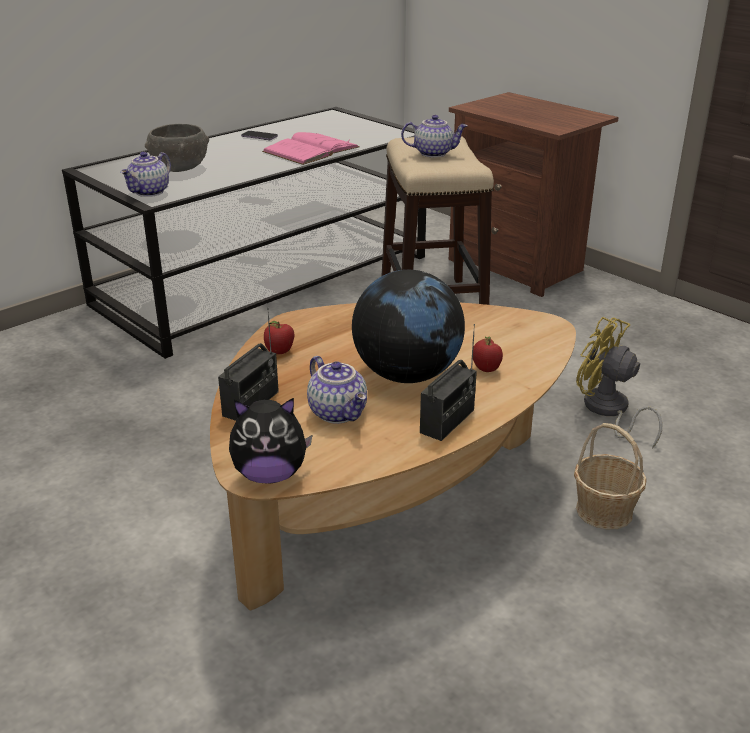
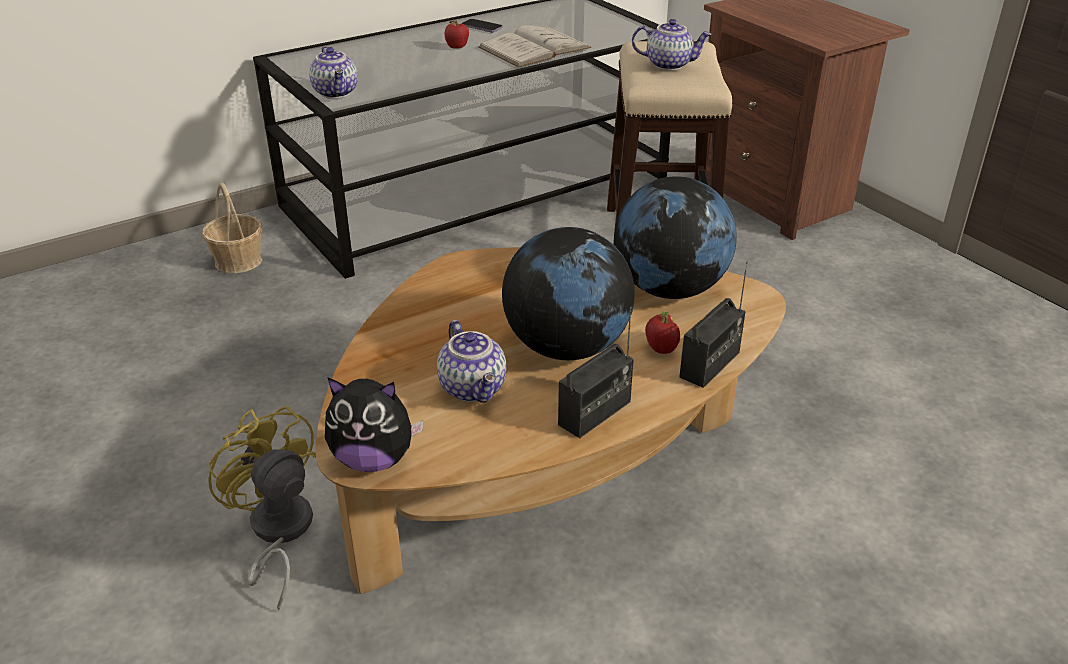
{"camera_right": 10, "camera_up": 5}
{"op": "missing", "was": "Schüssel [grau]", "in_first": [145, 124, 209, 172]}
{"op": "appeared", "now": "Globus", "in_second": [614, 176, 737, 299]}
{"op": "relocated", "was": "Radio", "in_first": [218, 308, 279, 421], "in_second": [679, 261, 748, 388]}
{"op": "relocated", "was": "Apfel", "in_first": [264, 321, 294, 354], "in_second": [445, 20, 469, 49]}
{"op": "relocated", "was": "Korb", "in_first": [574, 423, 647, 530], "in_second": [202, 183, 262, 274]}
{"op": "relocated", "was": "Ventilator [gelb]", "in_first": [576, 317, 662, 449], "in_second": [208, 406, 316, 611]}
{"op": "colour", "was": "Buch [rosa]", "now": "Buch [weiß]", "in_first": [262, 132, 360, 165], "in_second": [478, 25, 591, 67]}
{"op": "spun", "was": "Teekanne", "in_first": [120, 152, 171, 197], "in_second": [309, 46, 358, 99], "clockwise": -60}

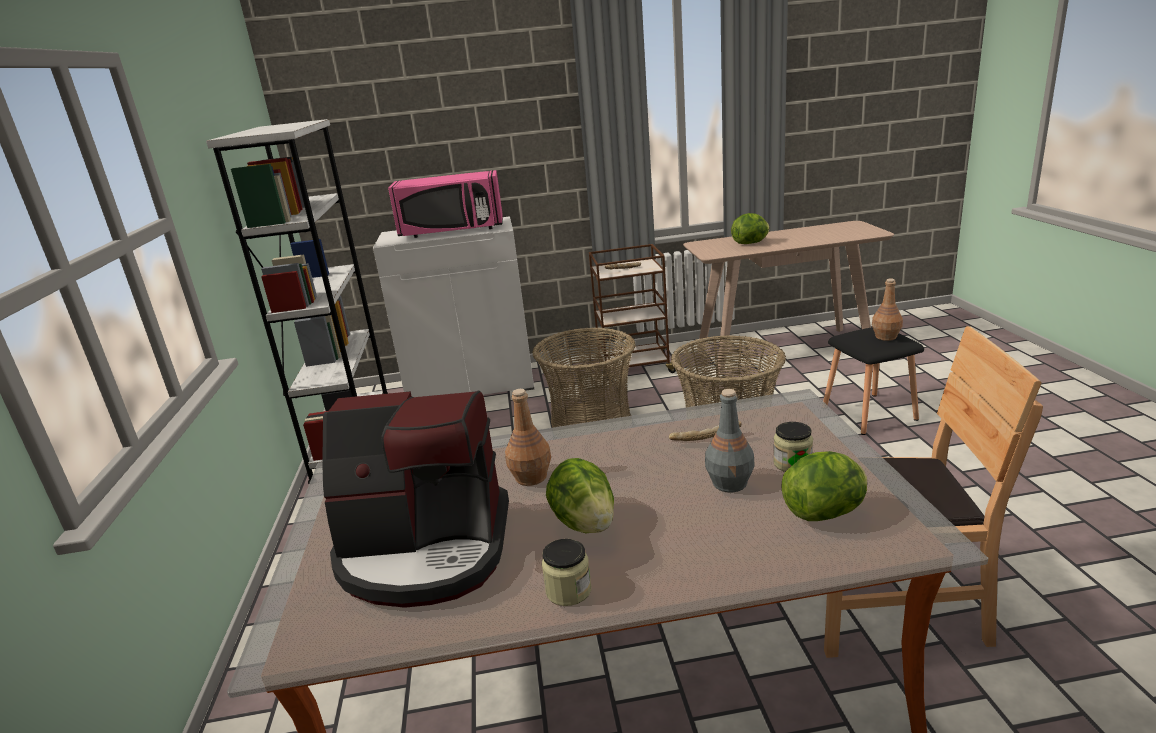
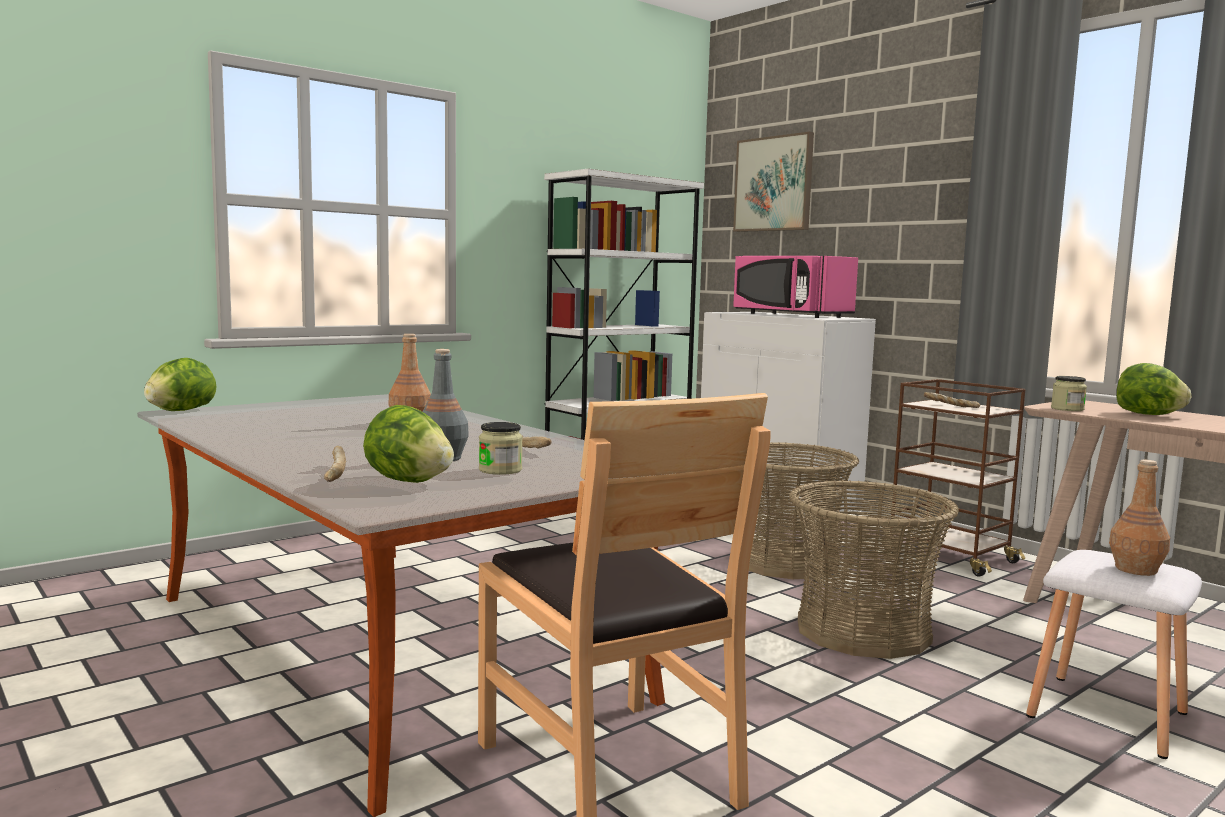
{"camera_right": 55, "camera_up": -15}
{"op": "missing", "was": "Kaffeemaschine", "in_first": [322, 391, 509, 608]}
{"op": "appeared", "now": "Brot", "in_second": [324, 446, 346, 482]}
{"op": "appeared", "now": "Bild", "in_second": [733, 132, 814, 232]}
{"op": "relocated", "was": "Vorratsglas", "in_first": [542, 539, 591, 606], "in_second": [1051, 376, 1087, 411]}
{"op": "relocated", "was": "Salatkopf", "in_first": [546, 458, 614, 534], "in_second": [144, 358, 216, 411]}
{"op": "colour", "was": "Hocker [schwarz]", "now": "Hocker [weiß]", "in_first": [823, 327, 924, 435], "in_second": [1026, 550, 1202, 759]}

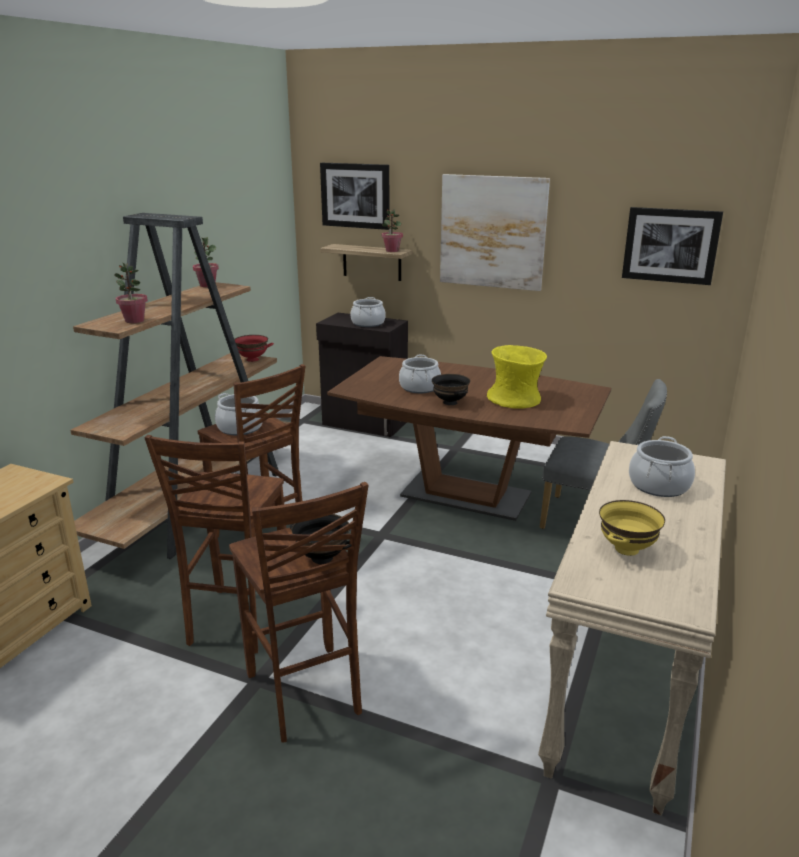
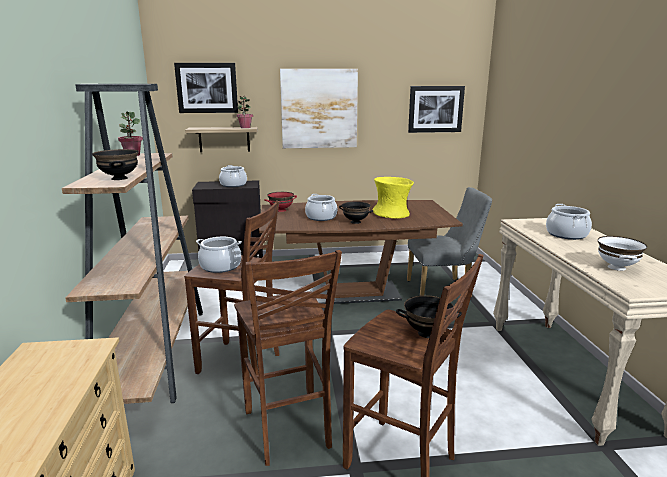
{"camera_right": -30, "camera_up": -5}
{"op": "relocated", "was": "Schüssel [rot]", "in_first": [234, 335, 274, 362], "in_second": [264, 192, 297, 212]}
{"op": "exchanged", "was": "Topfpflanze", "now": "Schüssel [schwarz]", "in_first": [114, 263, 148, 323], "in_second": [92, 149, 139, 180]}
{"op": "colour", "was": "Schüssel [gelb]", "now": "Schüssel [weiß]", "in_first": [599, 500, 665, 556], "in_second": [598, 236, 647, 271]}

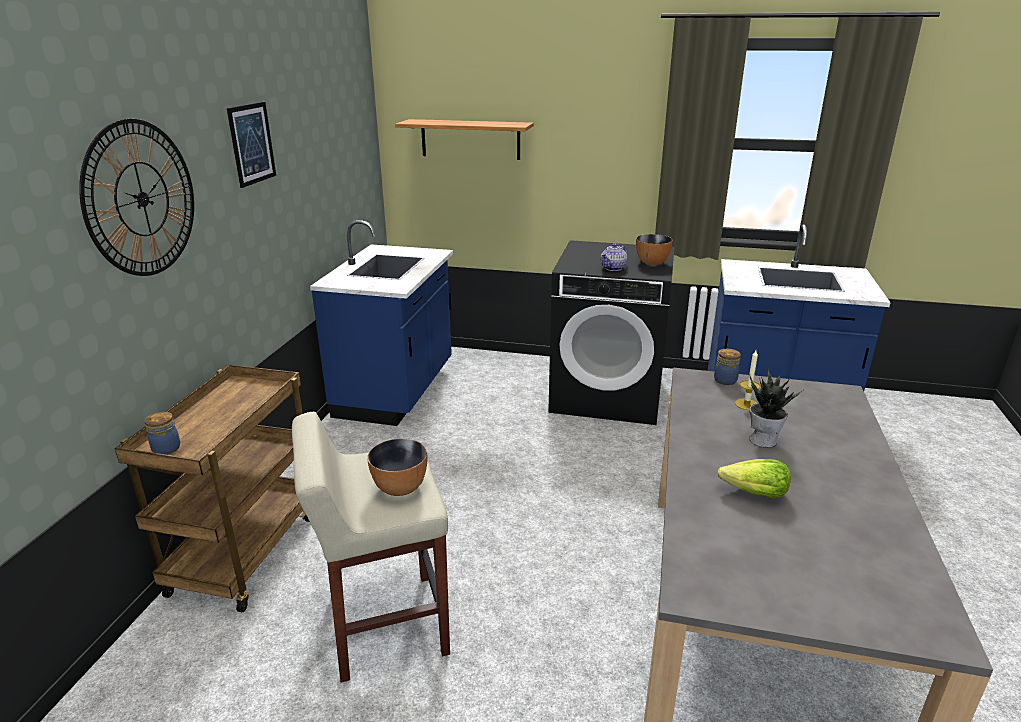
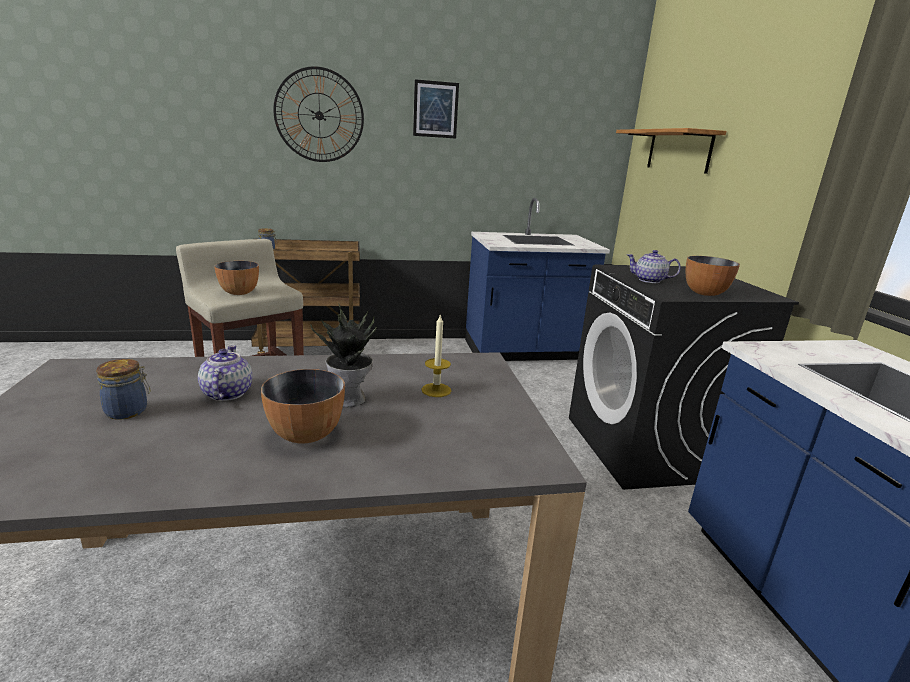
{"camera_right": 65, "camera_up": -5}
{"op": "appeared", "now": "Schüssel", "in_second": [261, 369, 345, 443]}
{"op": "relocated", "was": "Vorratsglas", "in_first": [714, 349, 741, 385], "in_second": [96, 359, 151, 420]}
{"op": "exchanged", "was": "Salatkopf", "now": "Teekanne", "in_first": [717, 459, 791, 498], "in_second": [198, 345, 252, 401]}

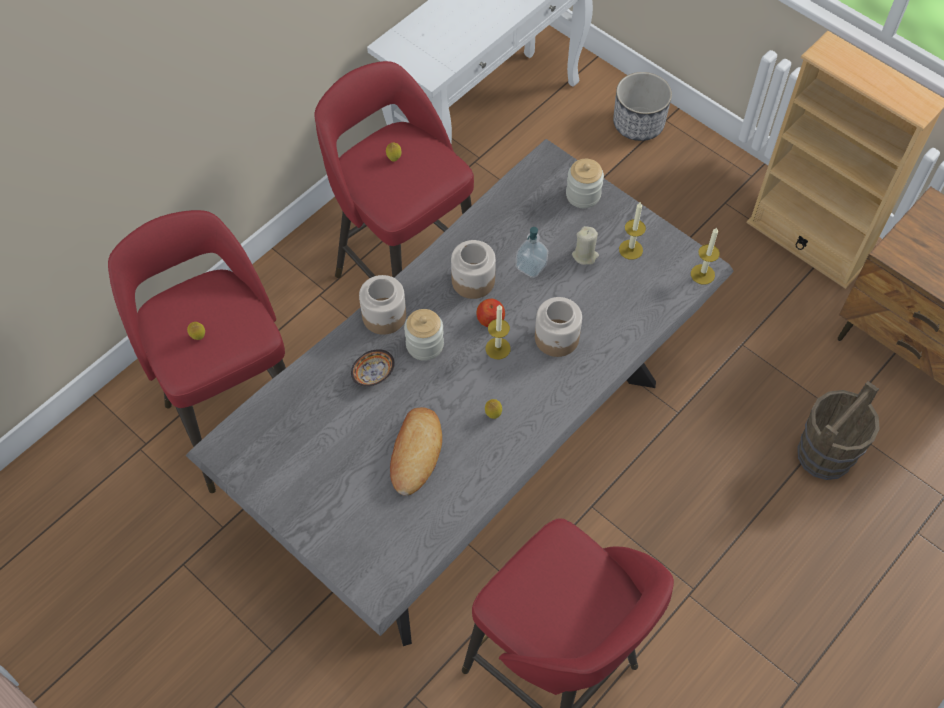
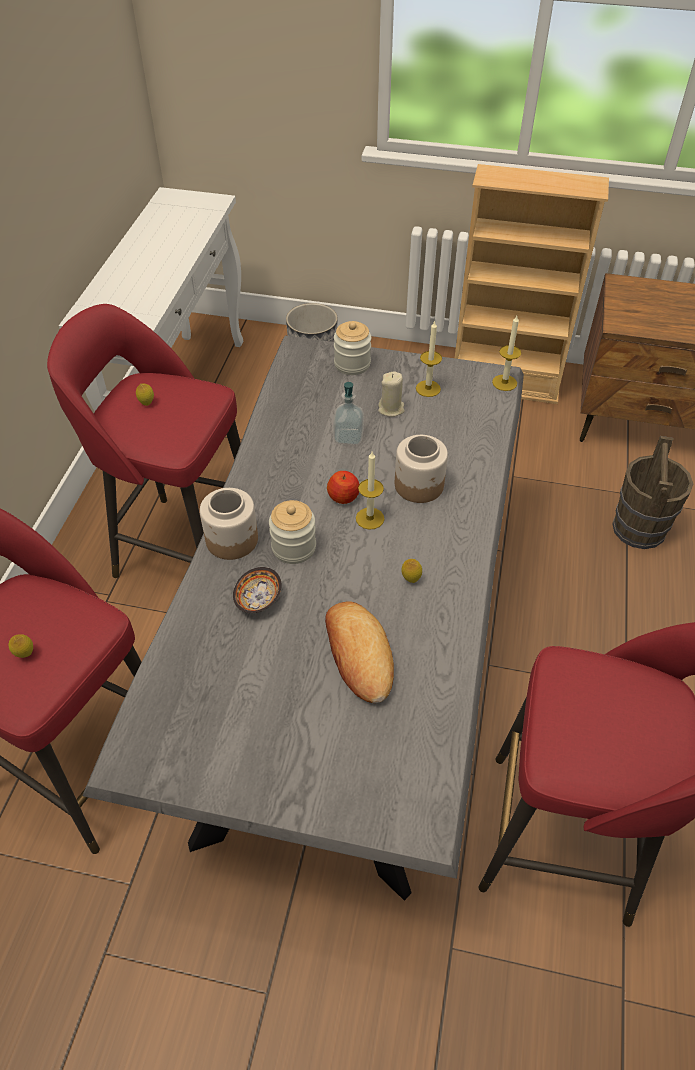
{"camera_right": -30, "camera_up": -10}
{"op": "missing", "was": "Vorratsglas", "in_first": [451, 240, 496, 299]}

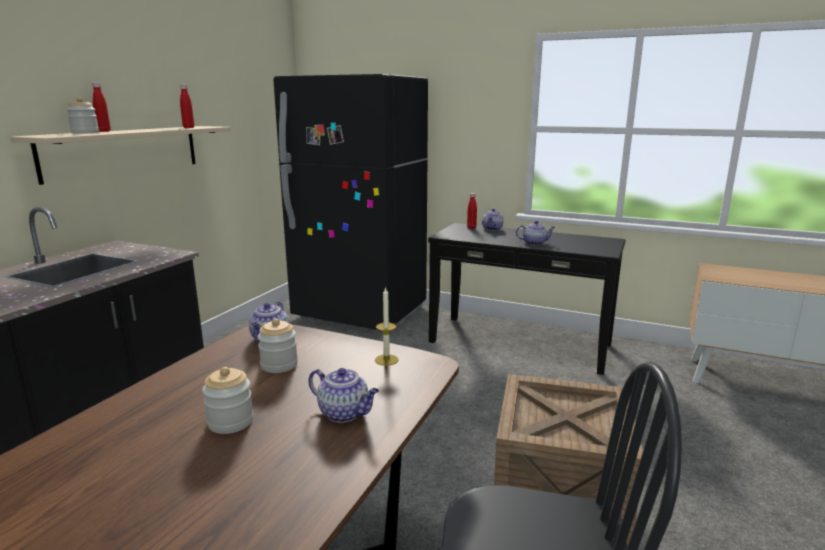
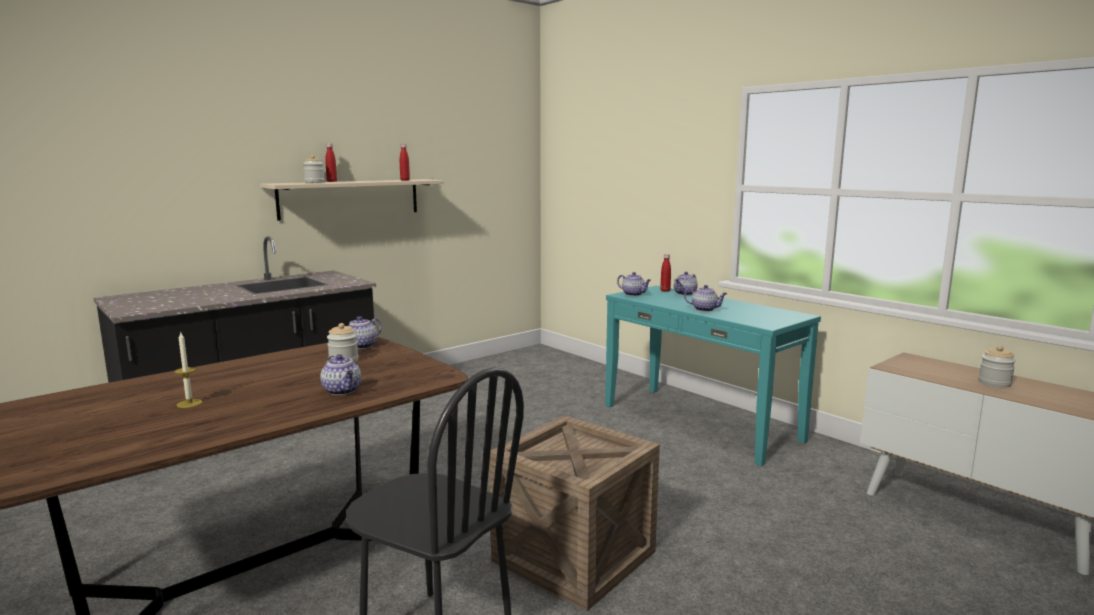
{"camera_right": 25, "camera_up": -5}
{"op": "missing", "was": "Kühlschrank [schwarz]", "in_first": [274, 74, 428, 330]}
{"op": "appeared", "now": "Teekanne", "in_second": [617, 272, 651, 296]}
{"op": "relocated", "was": "Vorratsglas", "in_first": [202, 367, 253, 434], "in_second": [978, 346, 1016, 387]}
{"op": "relocated", "was": "Kerze", "in_first": [375, 287, 399, 366], "in_second": [174, 331, 202, 408]}
{"op": "colour", "was": "Konsolentisch [schwarz]", "now": "Konsolentisch [türkis]", "in_first": [428, 223, 625, 375], "in_second": [605, 286, 821, 466]}

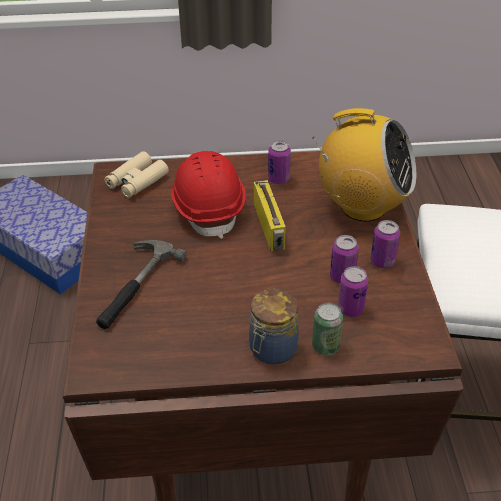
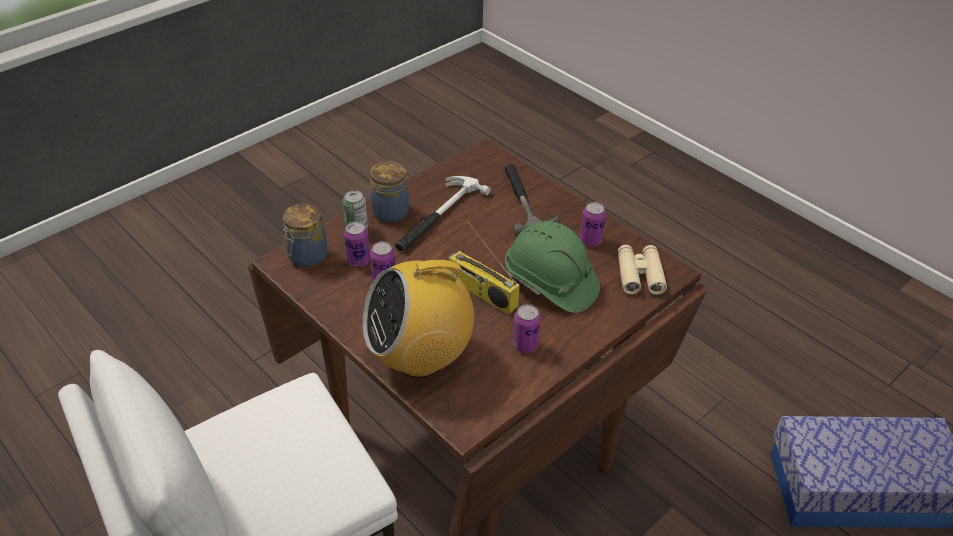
{"camera_right": 140, "camera_up": 0}
{"op": "appeared", "now": "Vorratsglas", "in_second": [283, 203, 328, 268]}
{"op": "appeared", "now": "Hammer", "in_second": [395, 176, 491, 251]}
{"op": "relocated", "was": "Dose", "in_first": [370, 220, 400, 269], "in_second": [580, 202, 606, 246]}
{"op": "colour", "was": "Schutzhelm [rot]", "now": "Schutzhelm [grün]", "in_first": [171, 151, 246, 239], "in_second": [505, 221, 600, 313]}

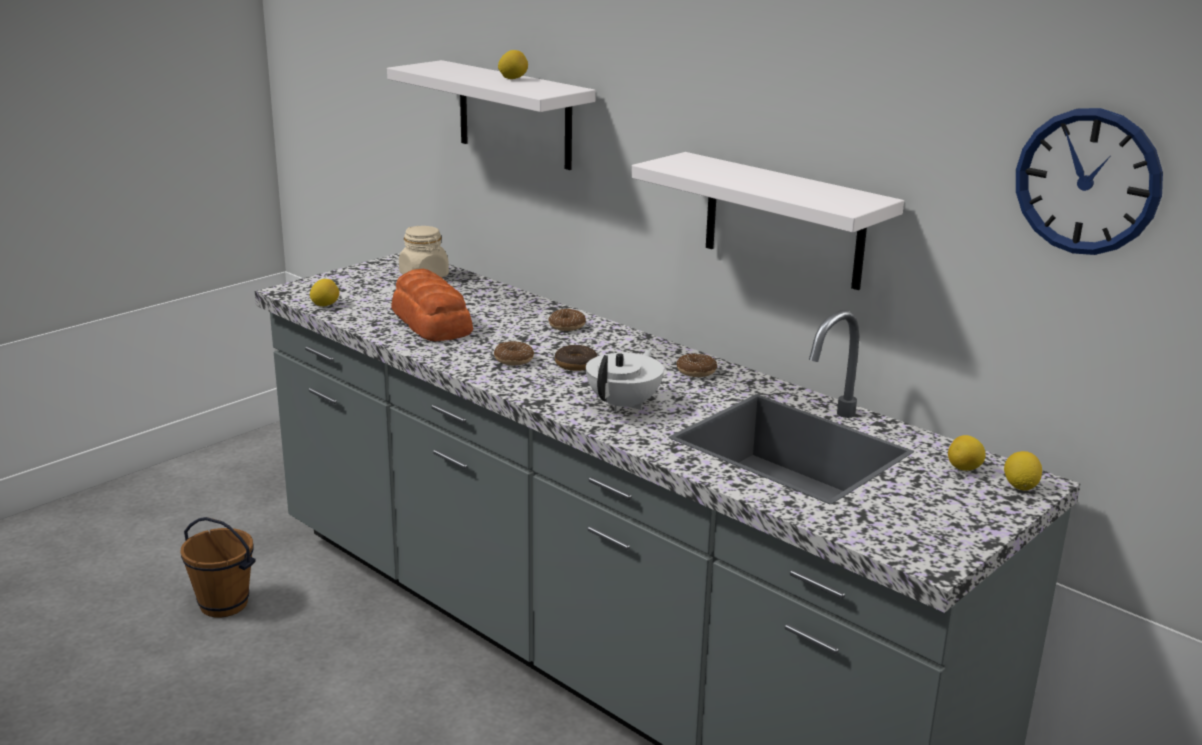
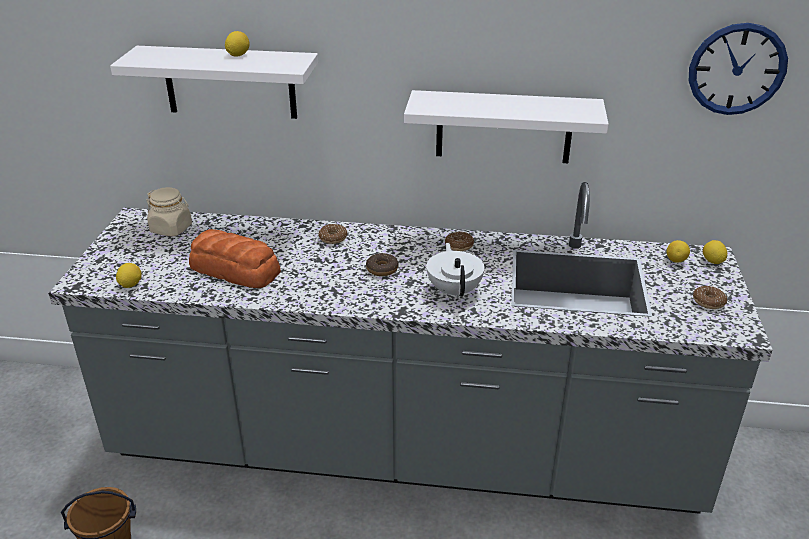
{"camera_right": -35, "camera_up": 10}
{"op": "relocated", "was": "Donut", "in_first": [494, 341, 534, 366], "in_second": [693, 286, 727, 309]}

